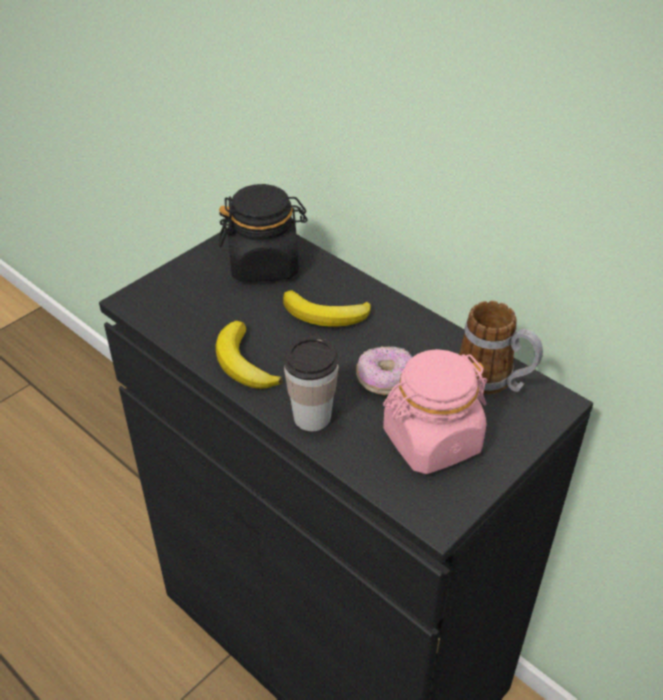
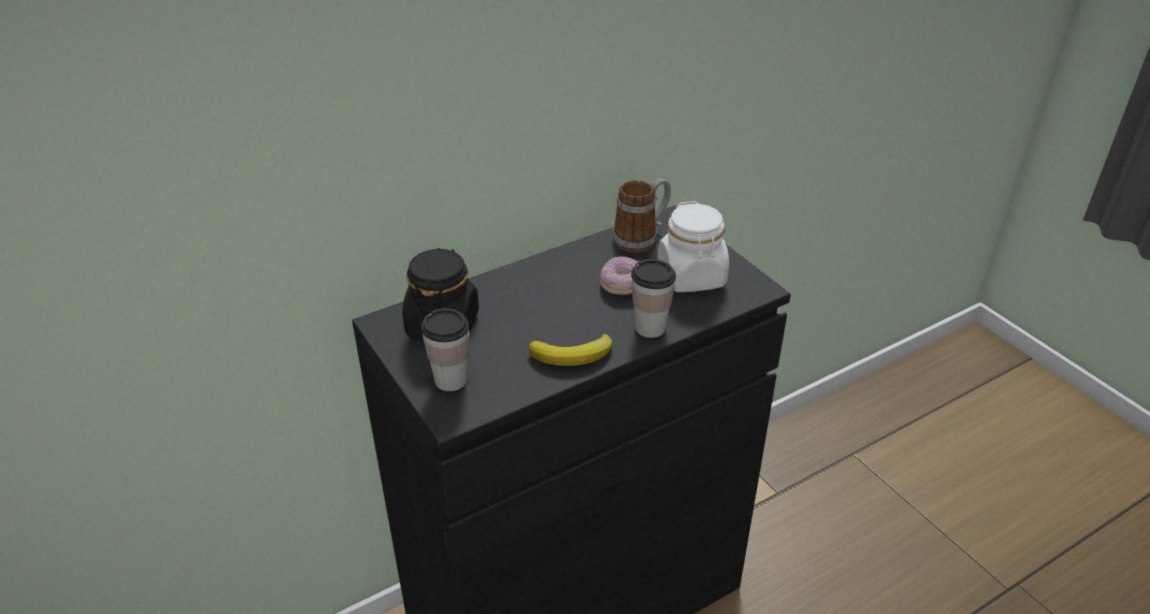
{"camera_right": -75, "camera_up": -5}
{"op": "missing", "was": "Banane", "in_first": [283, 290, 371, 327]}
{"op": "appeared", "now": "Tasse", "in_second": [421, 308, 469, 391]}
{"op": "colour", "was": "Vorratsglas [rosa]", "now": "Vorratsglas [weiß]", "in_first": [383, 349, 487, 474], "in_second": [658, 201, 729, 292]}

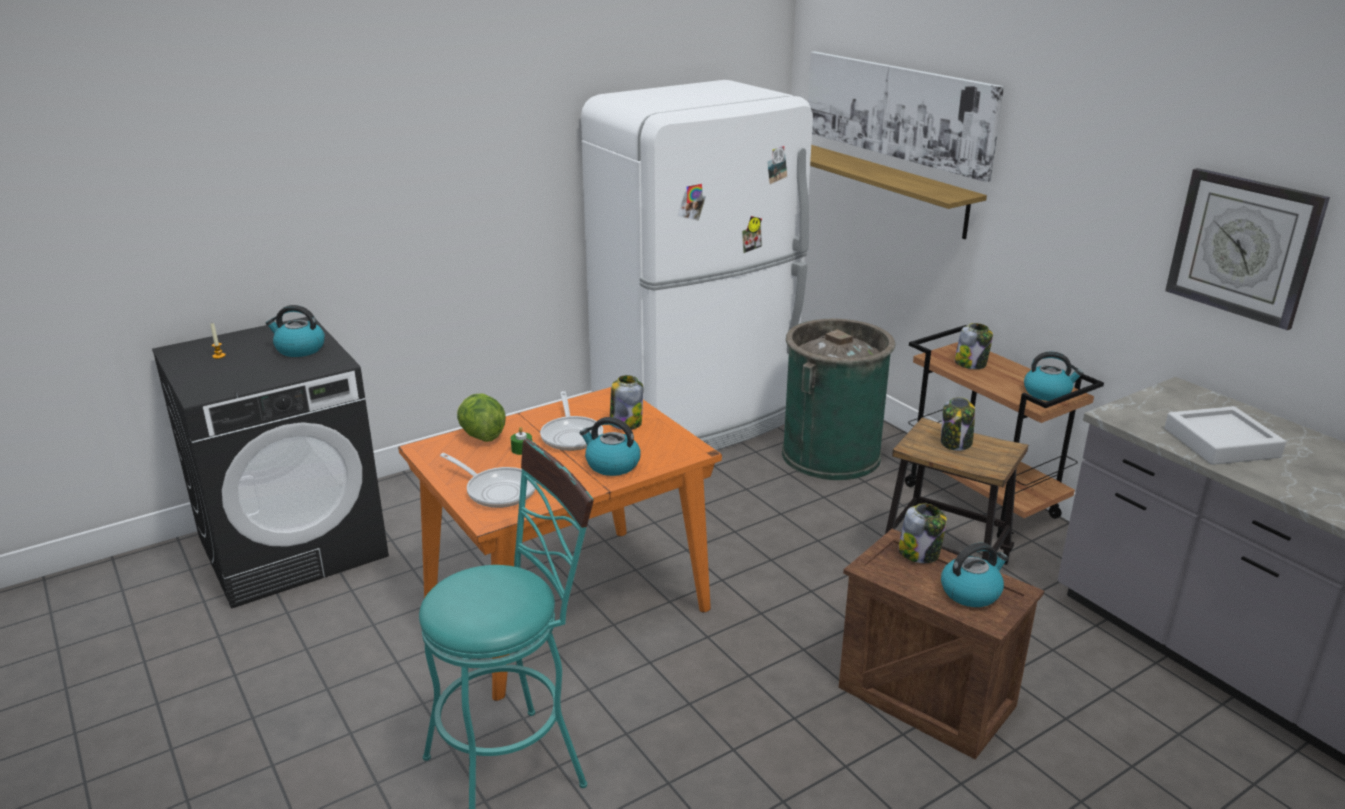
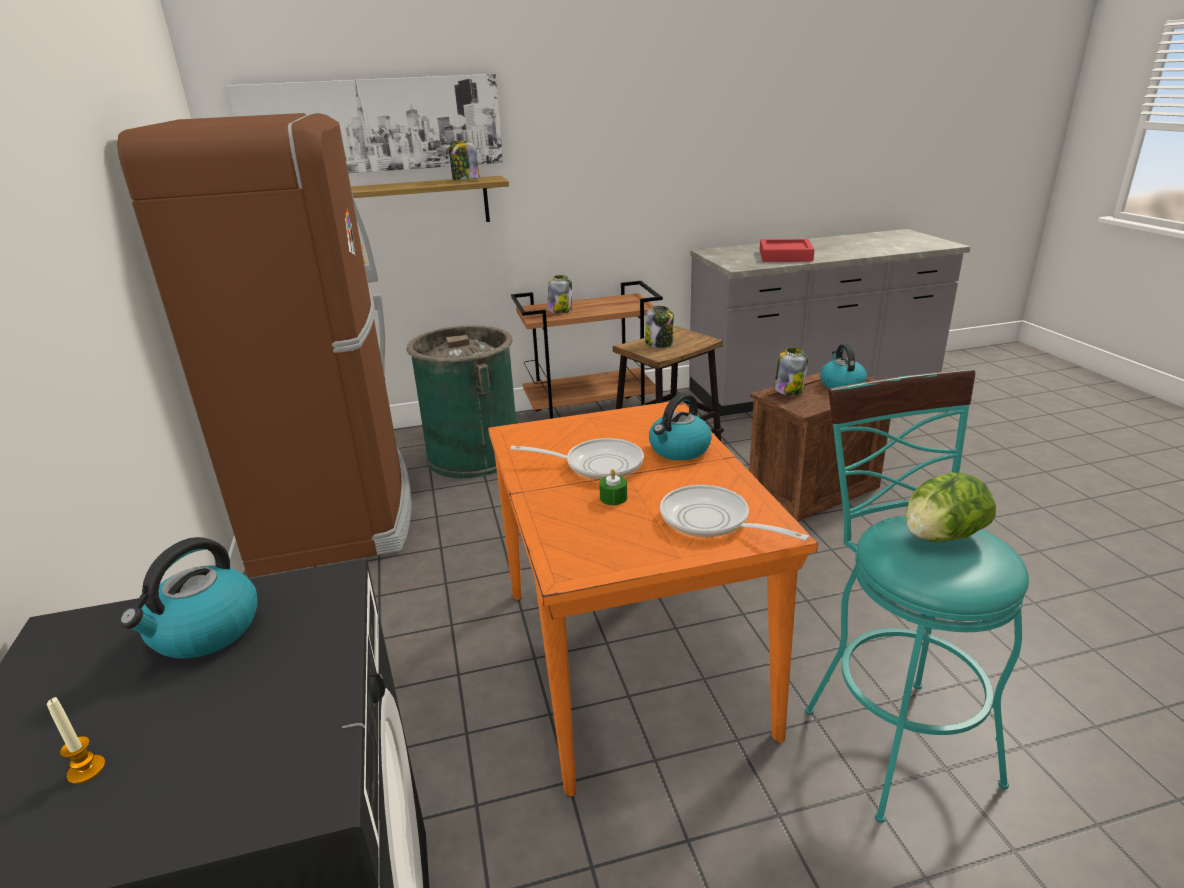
{"camera_right": -70, "camera_up": 0}
{"op": "missing", "was": "Wasserkessel", "in_first": [1024, 352, 1083, 401]}
{"op": "missing", "was": "Wanduhr", "in_first": [1165, 168, 1330, 330]}
{"op": "relocated", "was": "Salatkopf", "in_first": [457, 394, 506, 442], "in_second": [906, 472, 996, 542]}
{"op": "relocated", "was": "Vorratsglas", "in_first": [610, 375, 643, 430], "in_second": [449, 140, 480, 180]}
{"op": "colour", "was": "Kühlschrank [weiß]", "now": "Kühlschrank [braun]", "in_first": [581, 80, 813, 450], "in_second": [117, 113, 412, 578]}
{"op": "colour", "was": "Tablett [grau]", "now": "Tablett [rot]", "in_first": [1165, 406, 1286, 465], "in_second": [760, 239, 814, 262]}
{"op": "spun", "was": "Pfanne", "in_first": [440, 453, 537, 508], "in_second": [660, 485, 809, 541], "clockwise": -105}

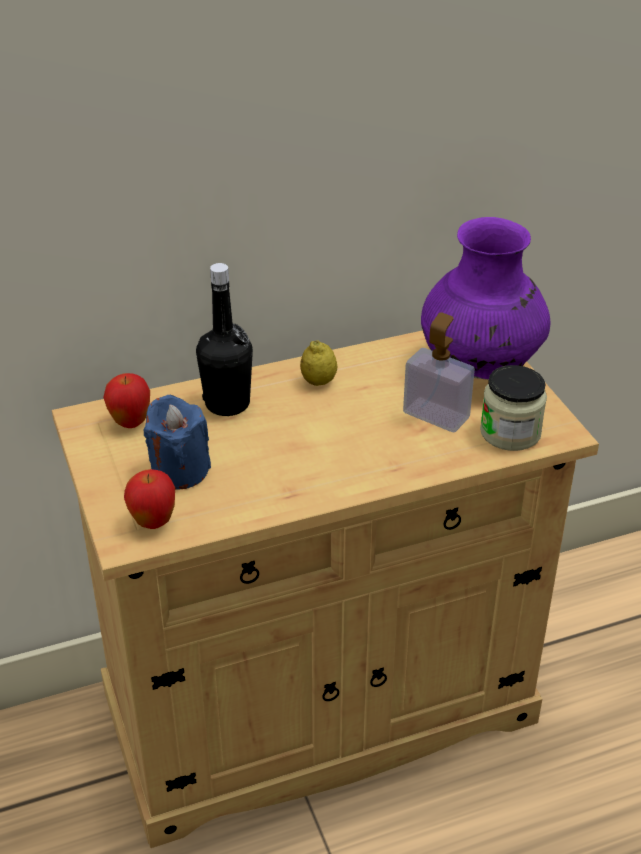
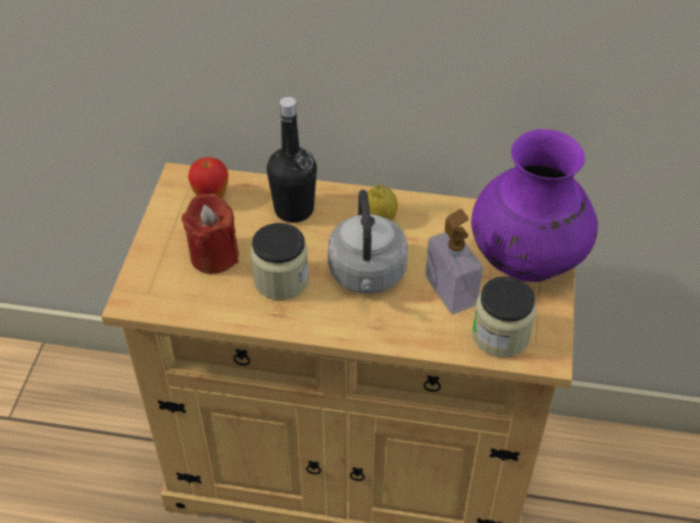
{"camera_right": 30, "camera_up": 10}
{"op": "missing", "was": "Apfel", "in_first": [124, 469, 175, 529]}
{"op": "appeared", "now": "Vorratsglas", "in_second": [251, 223, 309, 300]}
{"op": "appeared", "now": "Wasserkessel [grau]", "in_second": [328, 190, 408, 294]}
{"op": "colour", "was": "Kerze [blau]", "now": "Kerze [rot]", "in_first": [144, 394, 211, 489], "in_second": [181, 194, 239, 274]}

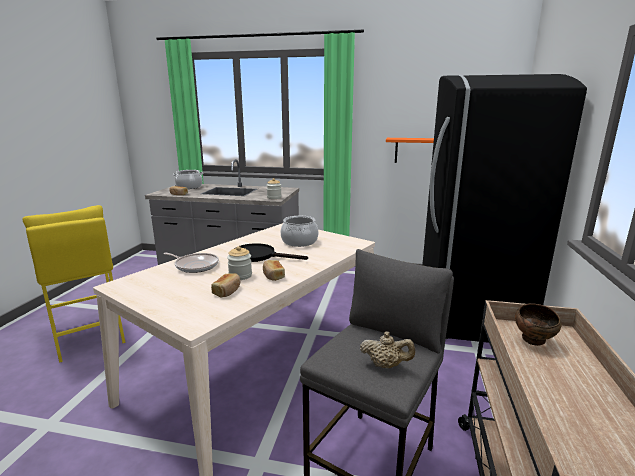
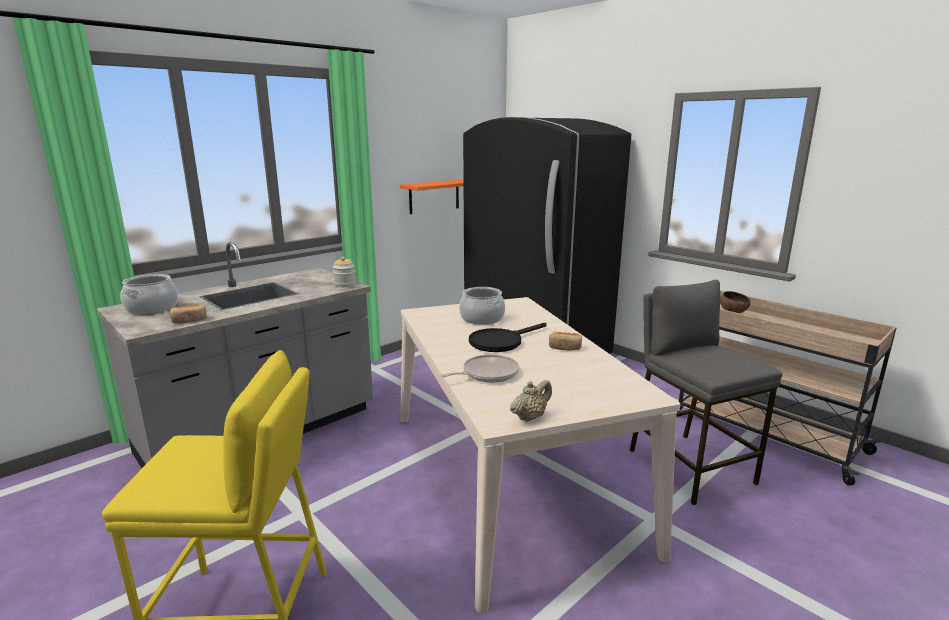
{"camera_right": -55, "camera_up": 0}
{"op": "missing", "was": "Brot", "in_first": [211, 273, 240, 297]}
{"op": "missing", "was": "Vorratsglas", "in_first": [227, 246, 252, 280]}
{"op": "relocated", "was": "Teekanne [beige]", "in_first": [360, 332, 415, 368], "in_second": [510, 380, 552, 422]}

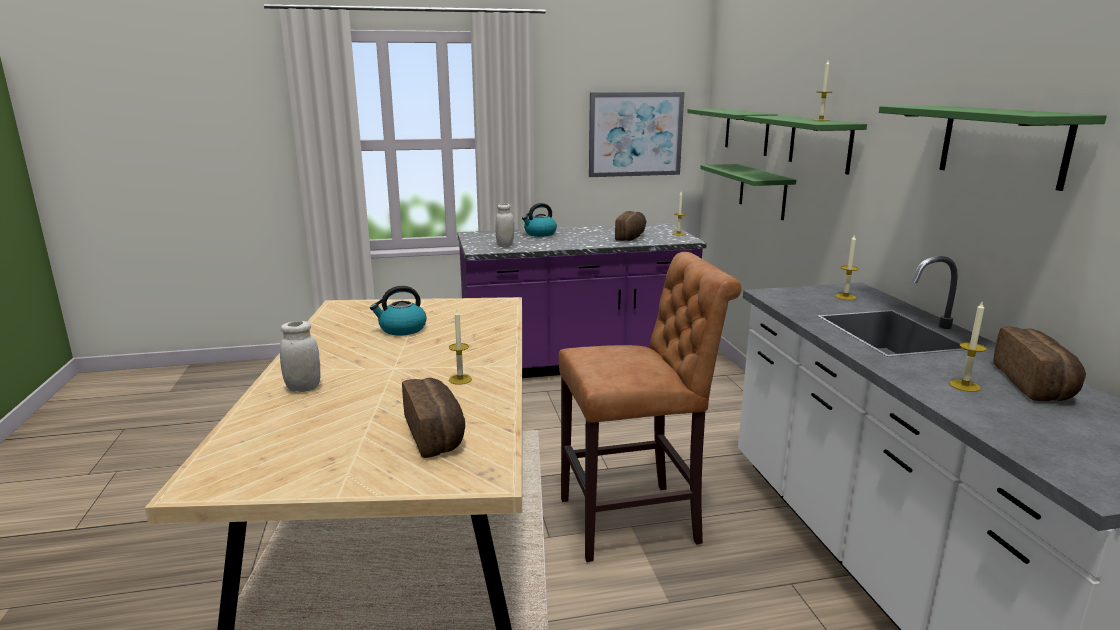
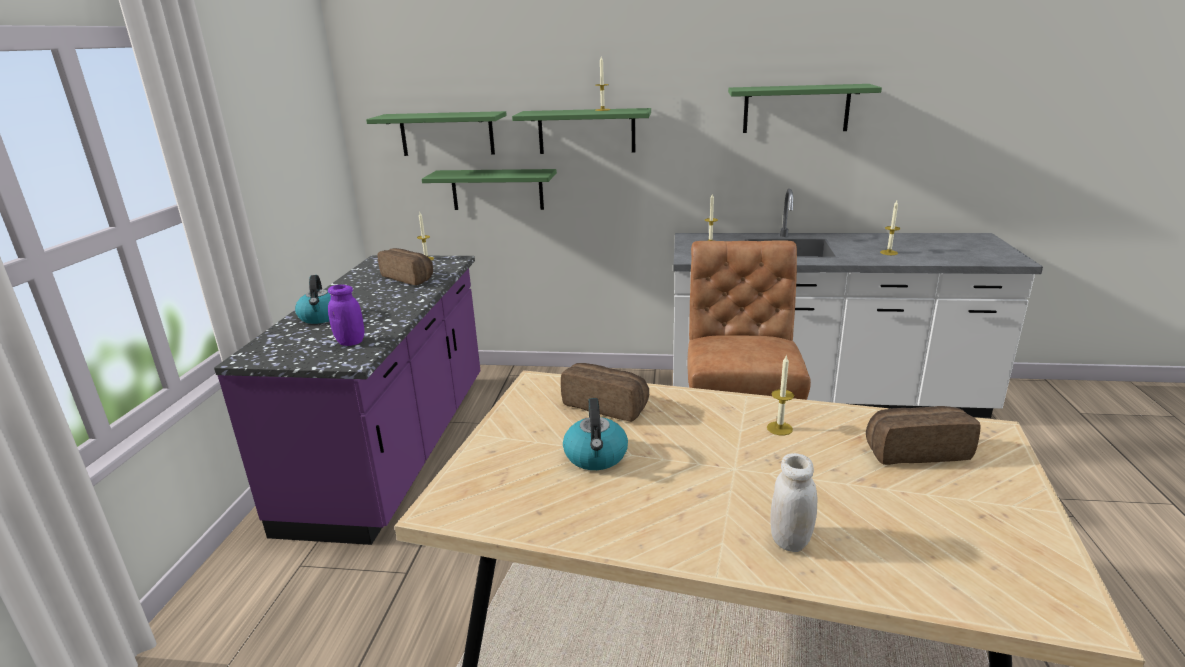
{"camera_right": -70, "camera_up": 5}
{"op": "missing", "was": "Bild", "in_first": [589, 92, 684, 177]}
{"op": "relocated", "was": "Brot", "in_first": [993, 326, 1086, 401], "in_second": [561, 363, 649, 422]}
{"op": "colour", "was": "Vorratsglas [weiß]", "now": "Vorratsglas [lila]", "in_first": [495, 203, 514, 247], "in_second": [328, 285, 364, 346]}

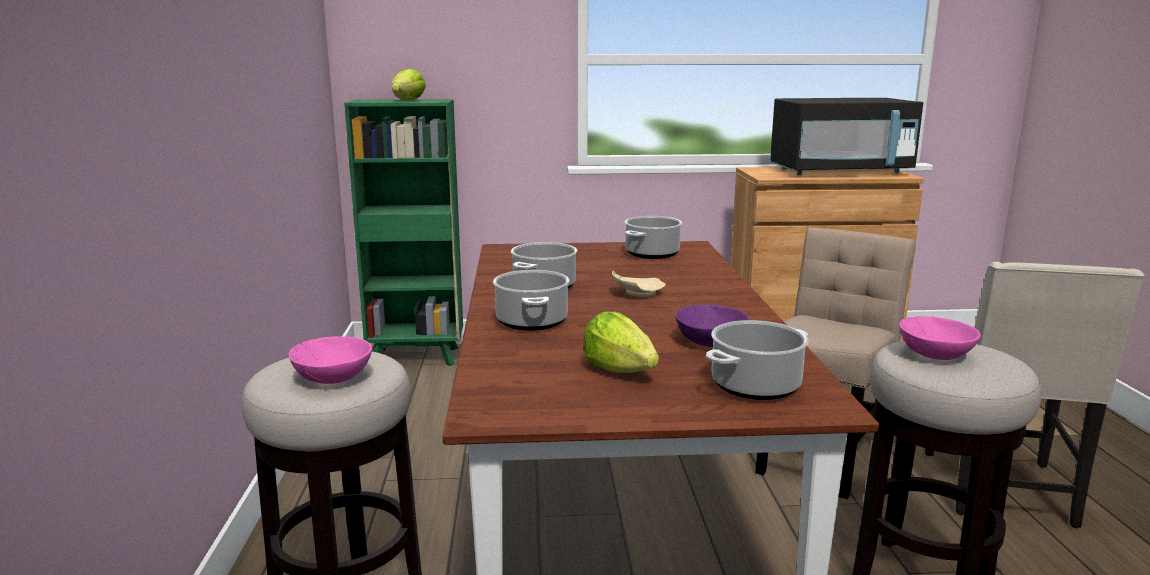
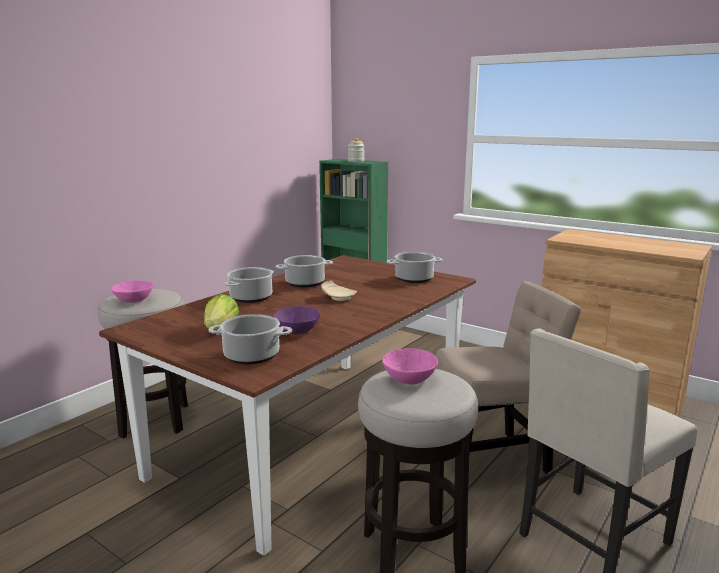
{"camera_right": 40, "camera_up": 0}
{"op": "missing", "was": "Mikrowelle [schwarz]", "in_first": [770, 98, 923, 175]}
{"op": "exchanged", "was": "Salatkopf", "now": "Vorratsglas", "in_first": [392, 69, 426, 100], "in_second": [348, 138, 364, 162]}

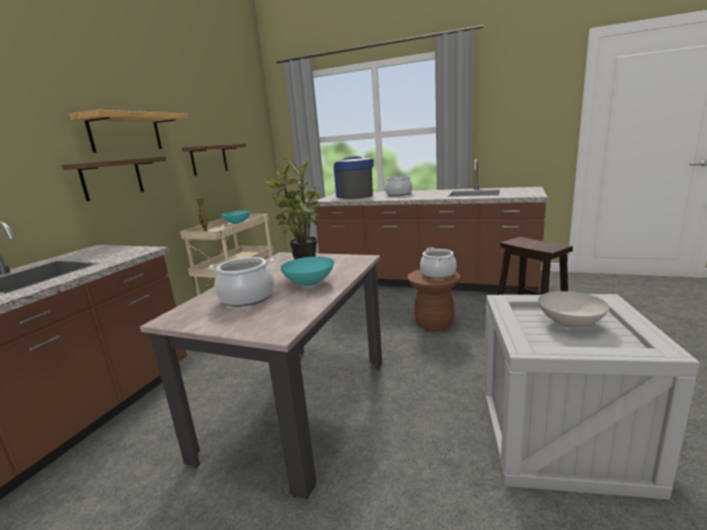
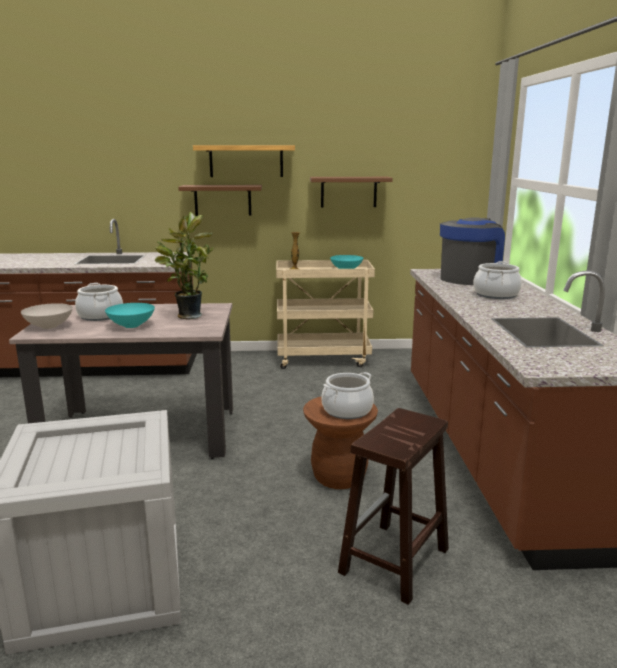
{"camera_right": 65, "camera_up": 0}
{"op": "relocated", "was": "Schüssel [weiß]", "in_first": [538, 291, 609, 328], "in_second": [21, 303, 73, 329]}

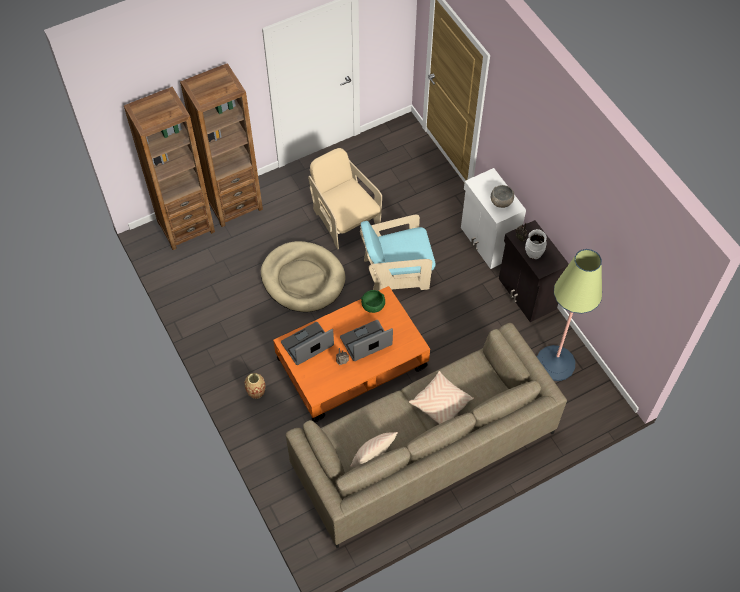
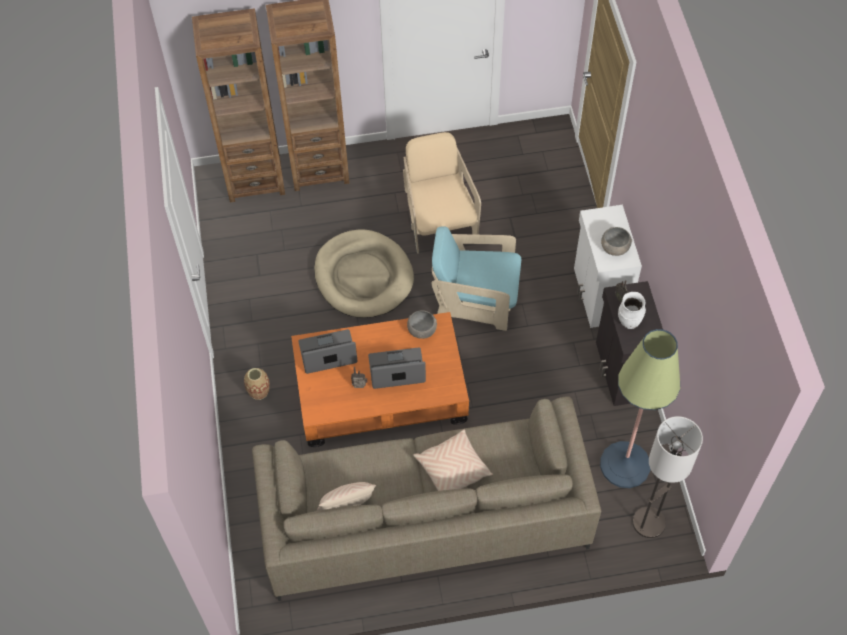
{"camera_right": 20, "camera_up": 0}
{"op": "appeared", "now": "Stehlampe", "in_second": [633, 416, 703, 538]}
{"op": "colour", "was": "Schüssel [grün]", "now": "Schüssel [grau]", "in_first": [361, 290, 385, 313], "in_second": [407, 310, 437, 339]}

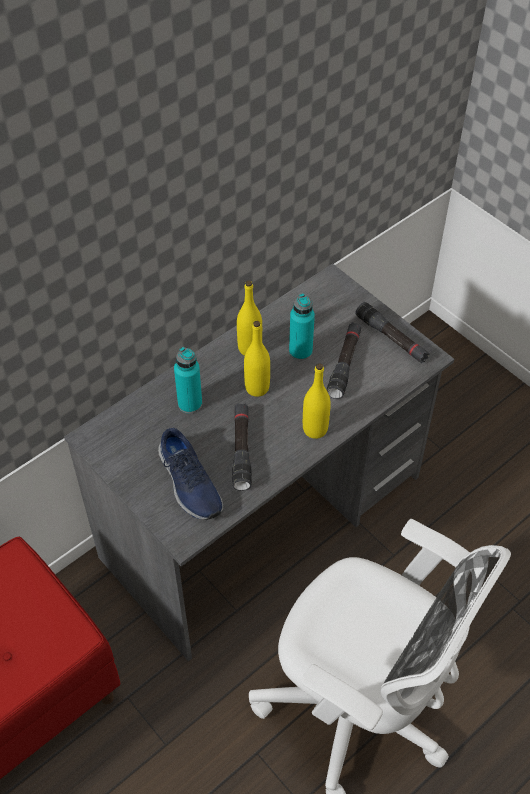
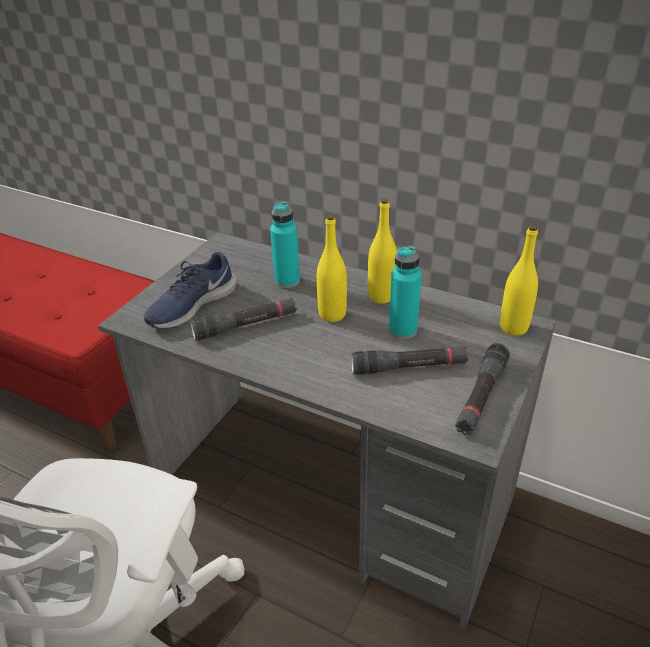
{"camera_right": 70, "camera_up": -15}
{"op": "relocated", "was": "Flasche [gelb]", "in_first": [303, 363, 331, 439], "in_second": [500, 225, 538, 336]}

